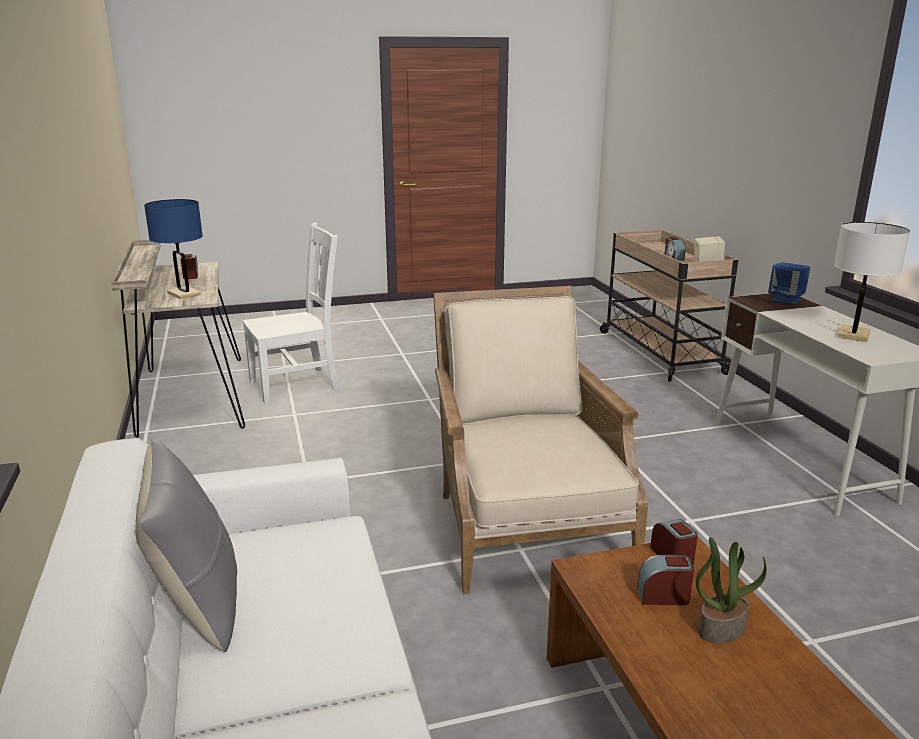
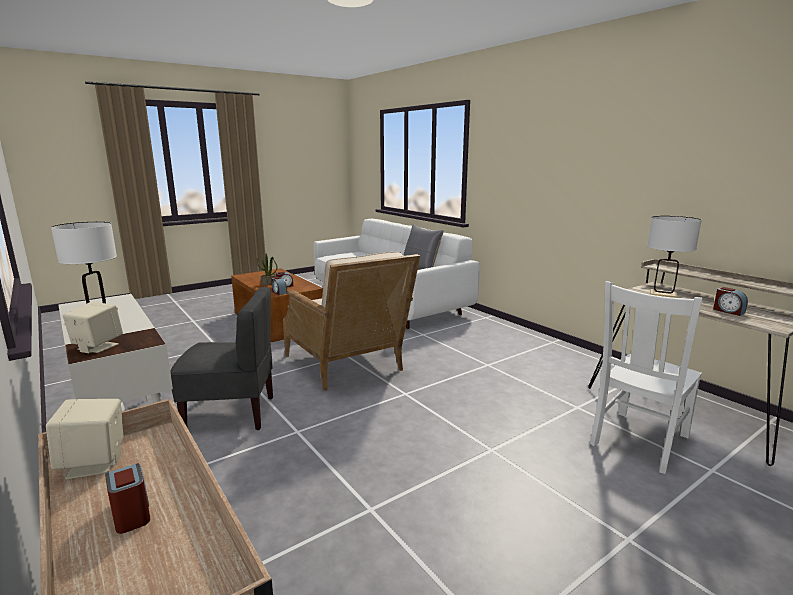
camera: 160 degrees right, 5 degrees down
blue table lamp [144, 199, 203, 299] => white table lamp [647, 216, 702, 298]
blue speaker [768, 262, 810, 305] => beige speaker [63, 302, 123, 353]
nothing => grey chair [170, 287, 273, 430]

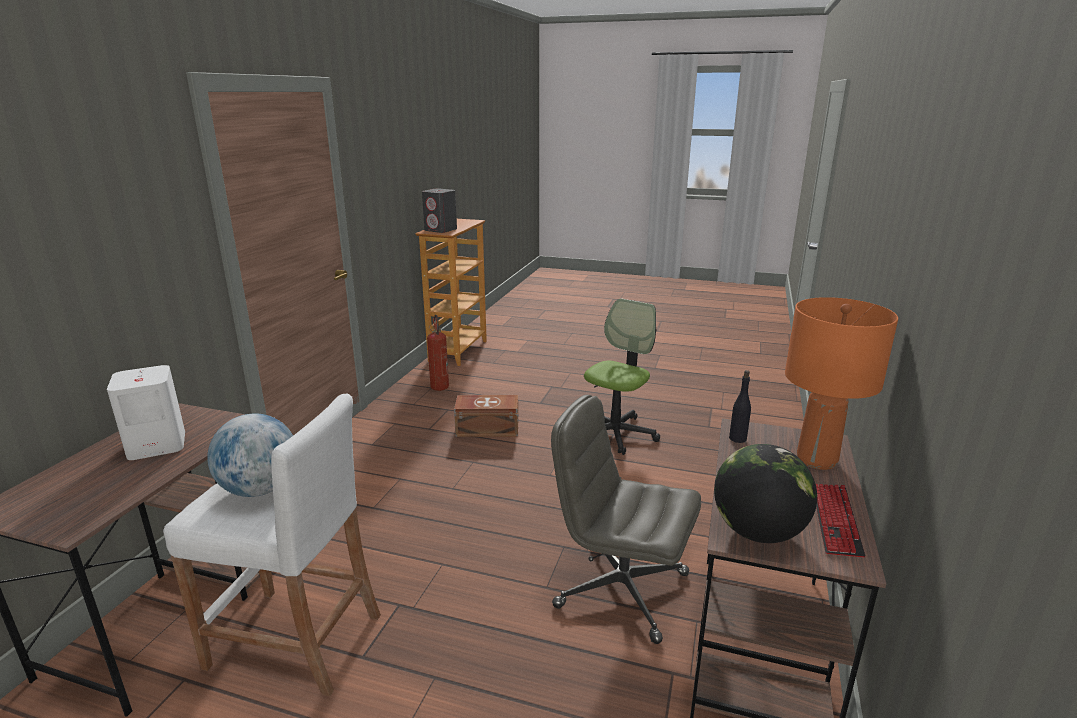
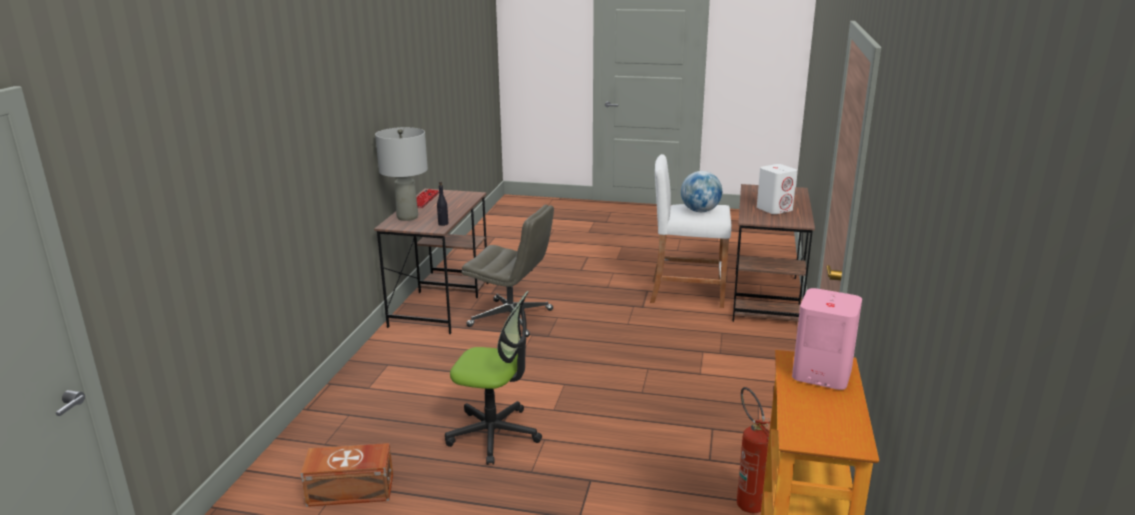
camera: 175 degrees right, 0 degrees up
grey speaker [422, 188, 457, 233] => pink speaker [792, 288, 862, 390]
brown storage box [454, 395, 519, 437] => brown storage box [301, 443, 393, 507], shifted
office chair [584, 298, 660, 455] => office chair [445, 291, 542, 465], 105 degrees counterclockwise
globe [714, 444, 817, 543] => nothing
orange table lamp [785, 297, 898, 470] => grey table lamp [375, 127, 428, 221]

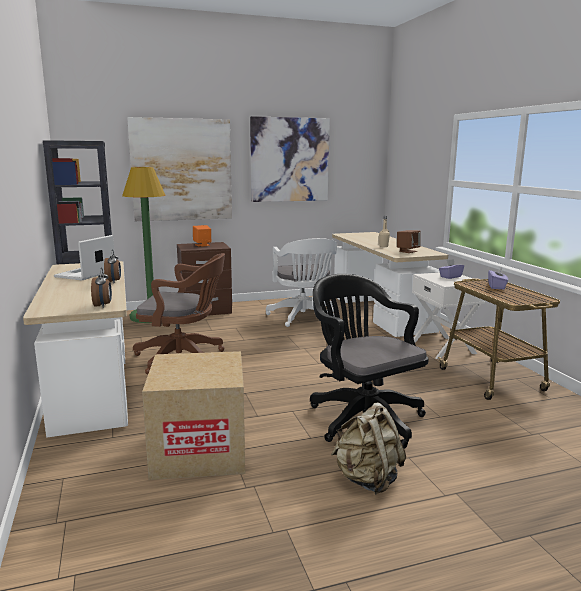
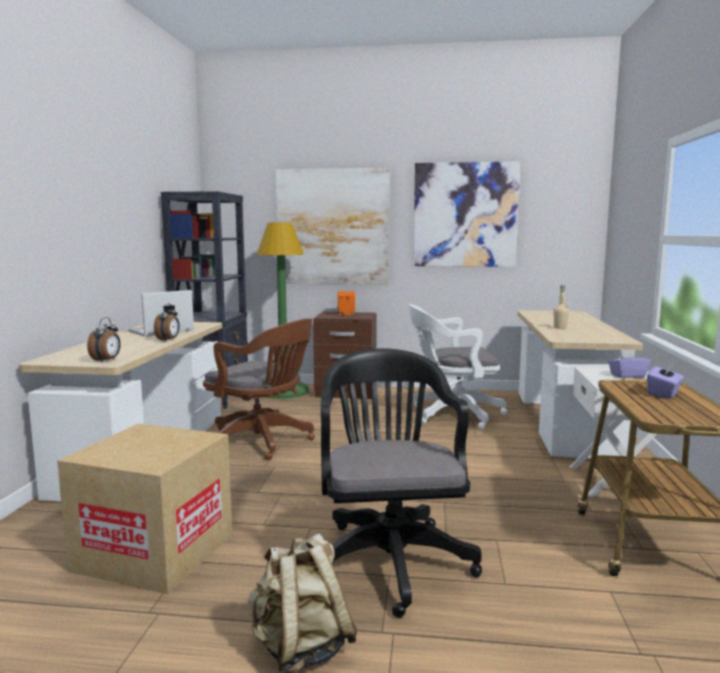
camera: 25 degrees right, 5 degrees down
white office chair [266, 238, 337, 327] => white office chair [409, 304, 507, 430], 75 degrees clockwise
brown speaker [397, 230, 421, 253] => nothing

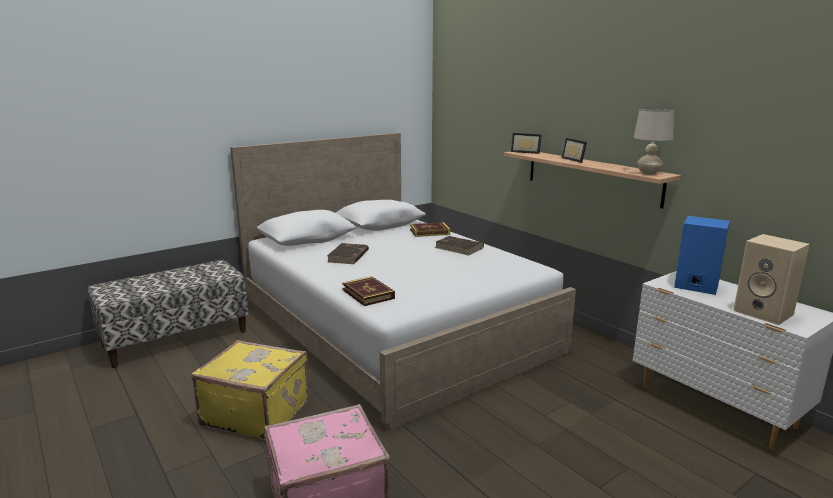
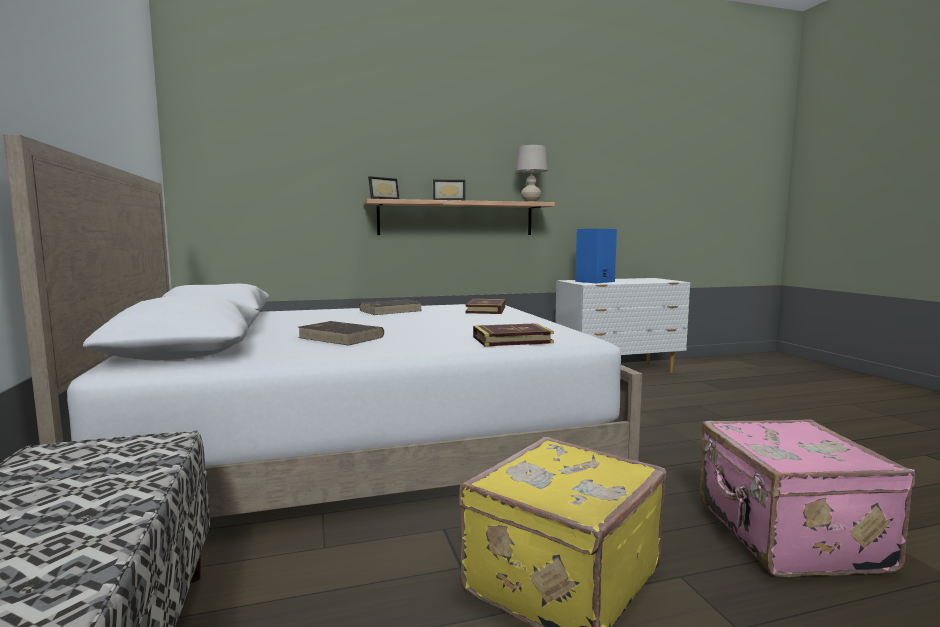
camera: 70 degrees left, 10 degrees down
book [410, 222, 450, 237] => book [465, 299, 505, 314], shifted
beige speaker [733, 234, 810, 325] => nothing

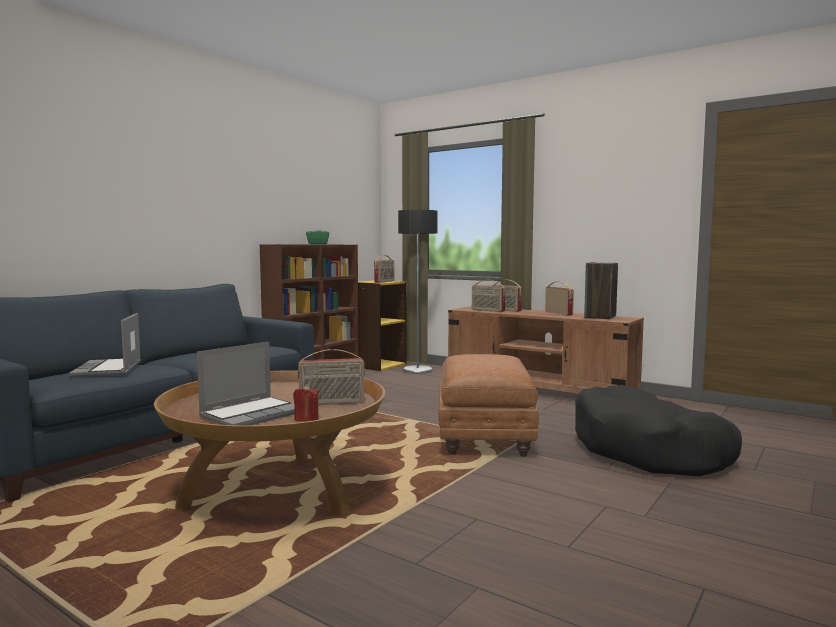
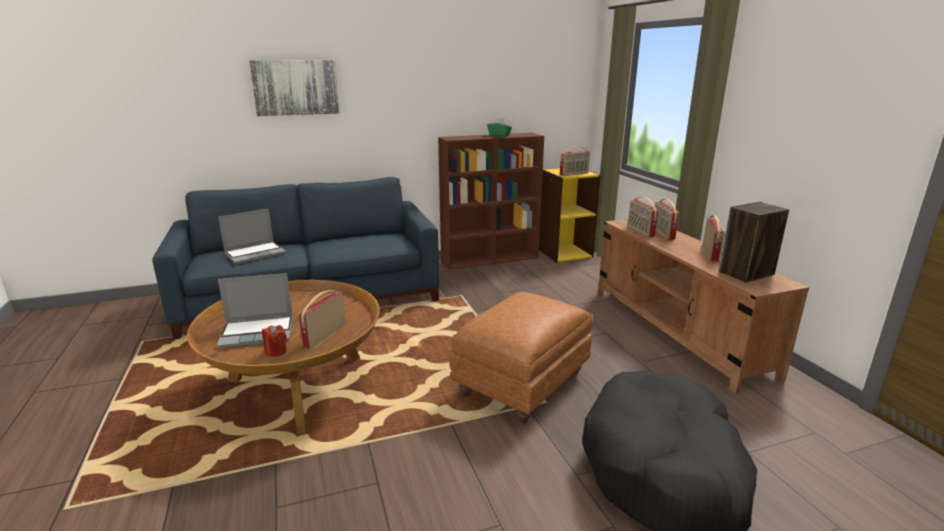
camera: 35 degrees right, 15 degrees up
laptop [69, 313, 141, 377] => laptop [218, 208, 286, 264], 150 degrees counterclockwise
radio [298, 349, 365, 405] => radio [298, 290, 346, 349], 90 degrees clockwise
floor lamp [398, 210, 437, 374] => nothing
nothing => picture [249, 60, 339, 116]

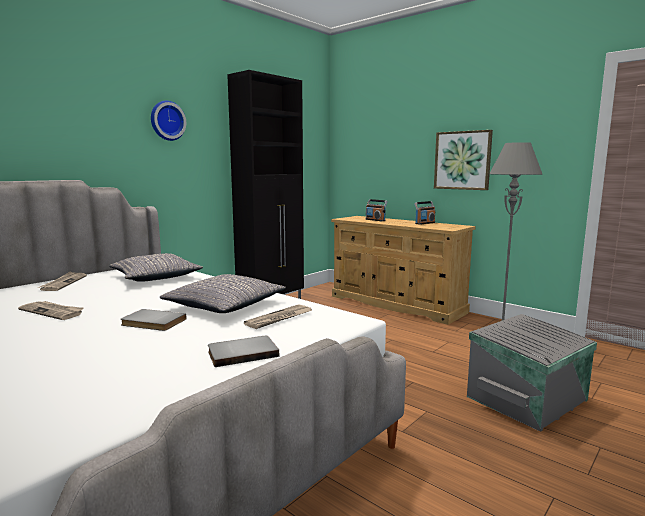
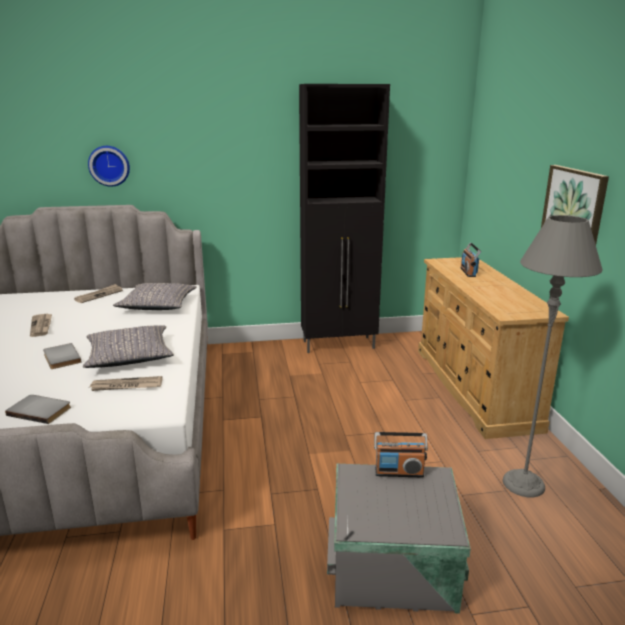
camera: 40 degrees right, 10 degrees up
wall clock [151, 101, 186, 141] => wall clock [88, 146, 130, 187], shifted
radio [414, 201, 435, 225] => radio [374, 432, 428, 477], shifted

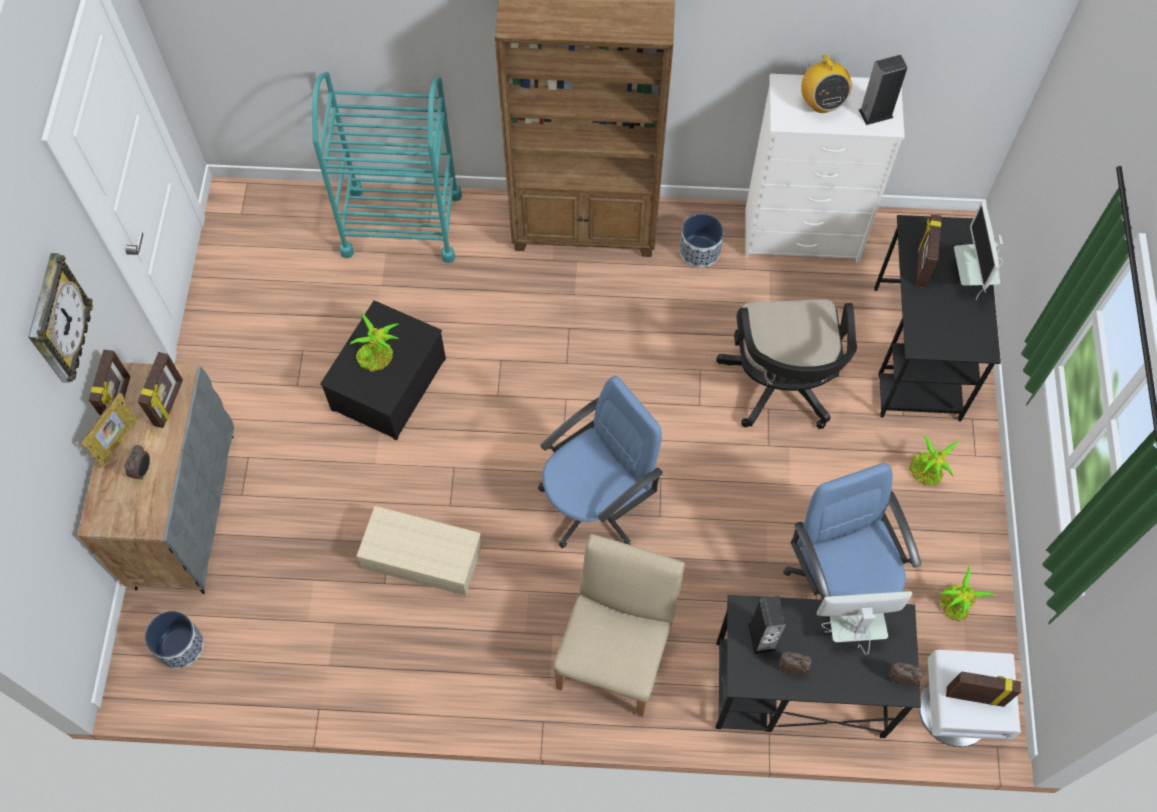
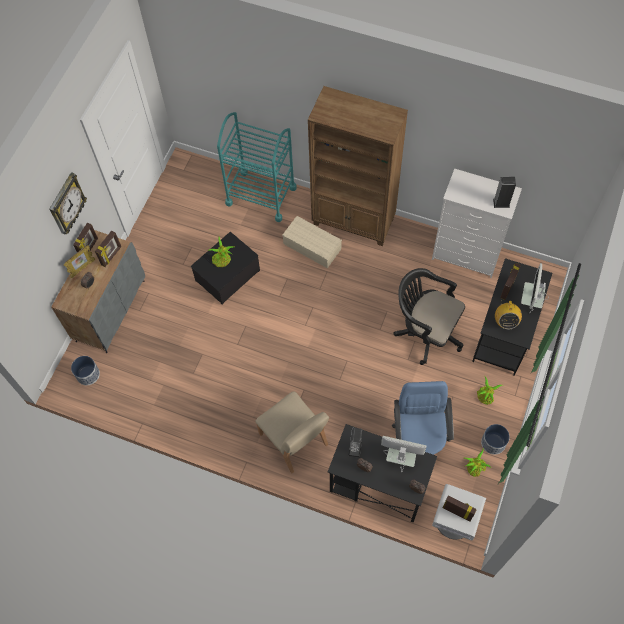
camera: 20 degrees right, 0 degrees up
beige storage box [356, 506, 482, 596] => beige storage box [282, 216, 342, 268], shifted
blue office chair [538, 376, 663, 548] => nothing
beige chair [553, 534, 685, 717] => beige chair [255, 391, 329, 473], 105 degrees clockwise
planter [680, 214, 724, 268] => planter [481, 424, 510, 455], shifted
black office chair [716, 299, 857, 429] => black office chair [393, 268, 465, 365], 105 degrees clockwise
radio [801, 55, 852, 113] => radio [495, 301, 522, 329], shifted

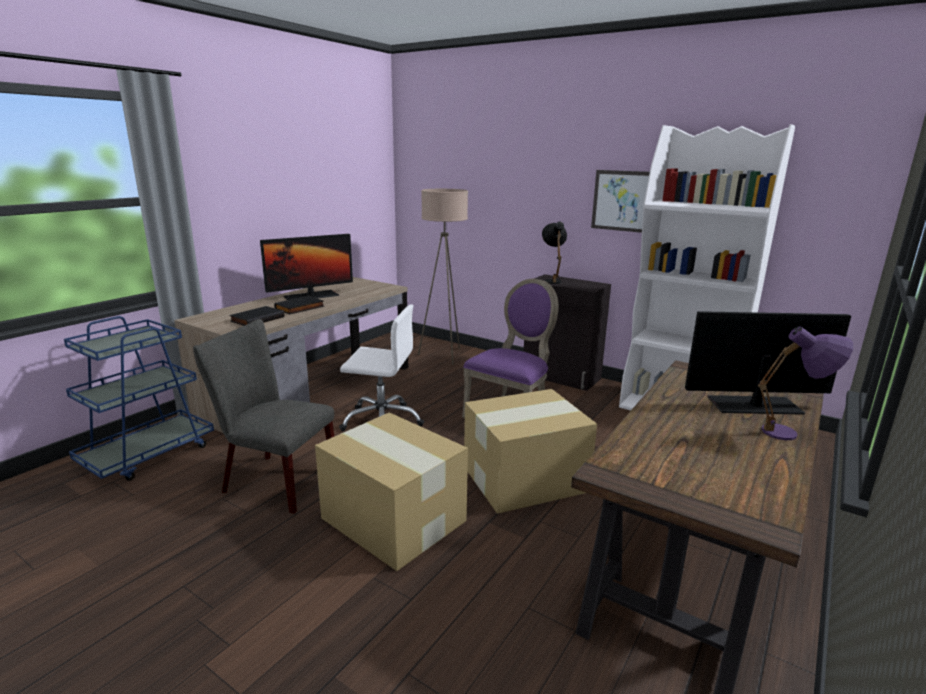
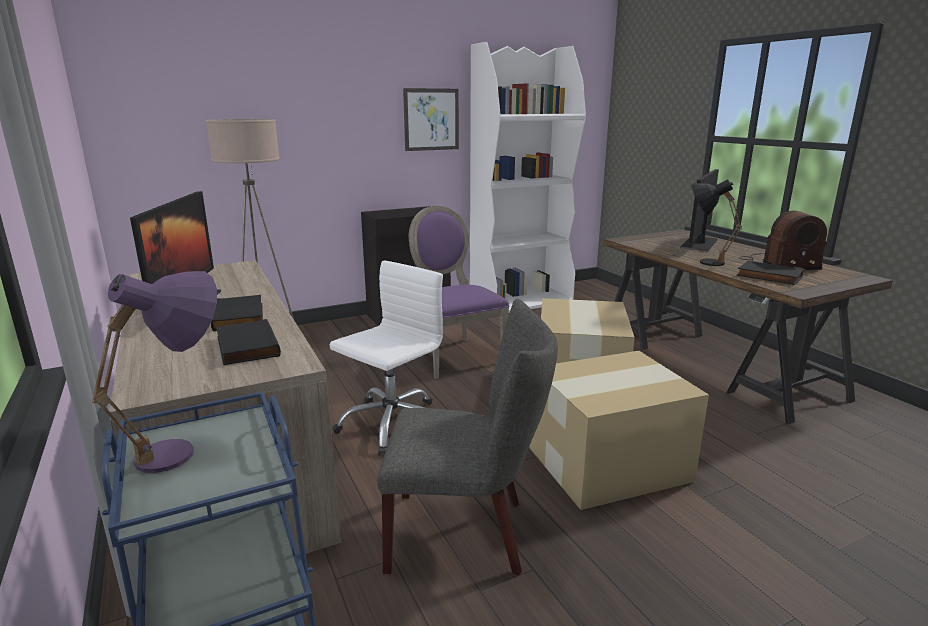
camera: 60 degrees left, 0 degrees up
grey chair [193, 319, 334, 514] => grey chair [377, 299, 558, 576], 135 degrees counterclockwise
black table lamp [542, 222, 567, 284] => black table lamp [691, 179, 742, 266], shifted
purple table lamp [758, 326, 853, 440] => purple table lamp [92, 271, 217, 473], shifted
nothing => black book [737, 261, 804, 285]
nothing => radio [739, 211, 827, 270]

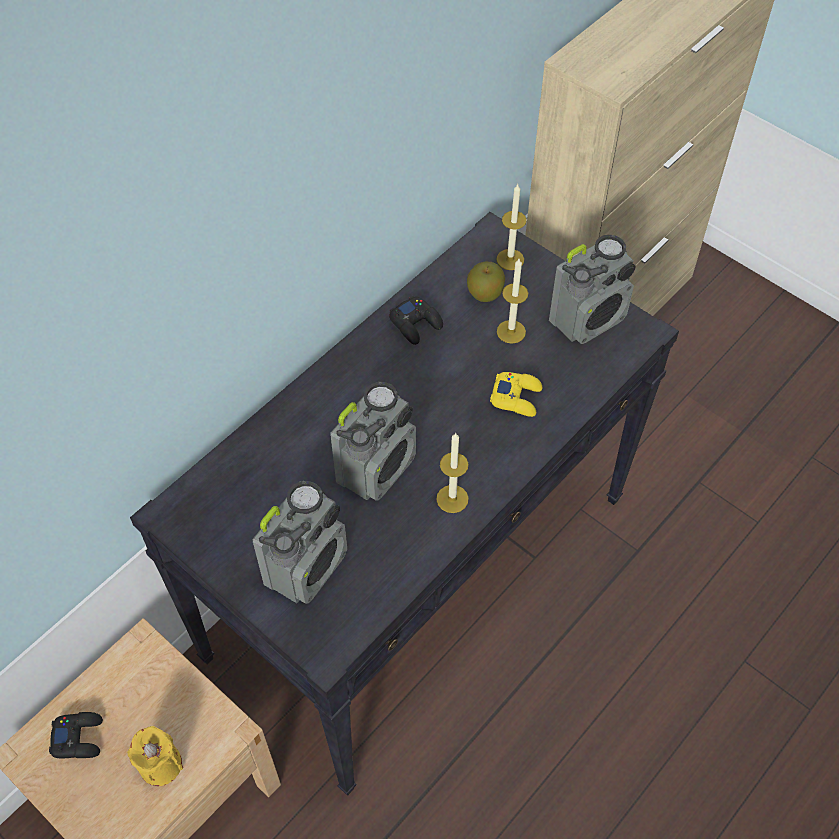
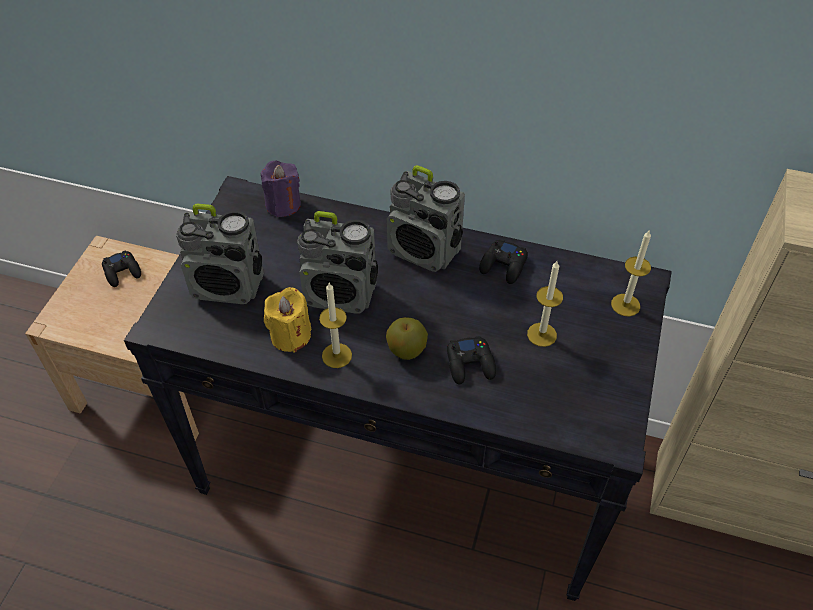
camera: 65 degrees right, 5 degrees down
yellow candle [127, 726, 183, 786] => yellow candle [264, 287, 311, 353], shifted
apple [467, 262, 505, 302] => apple [386, 317, 428, 360], shifted
yellow game controller [490, 372, 543, 417] => black game controller [447, 336, 496, 384]
radio [549, 235, 636, 344] => radio [387, 165, 465, 272], shifted
nothing => purple candle [261, 161, 301, 217]

